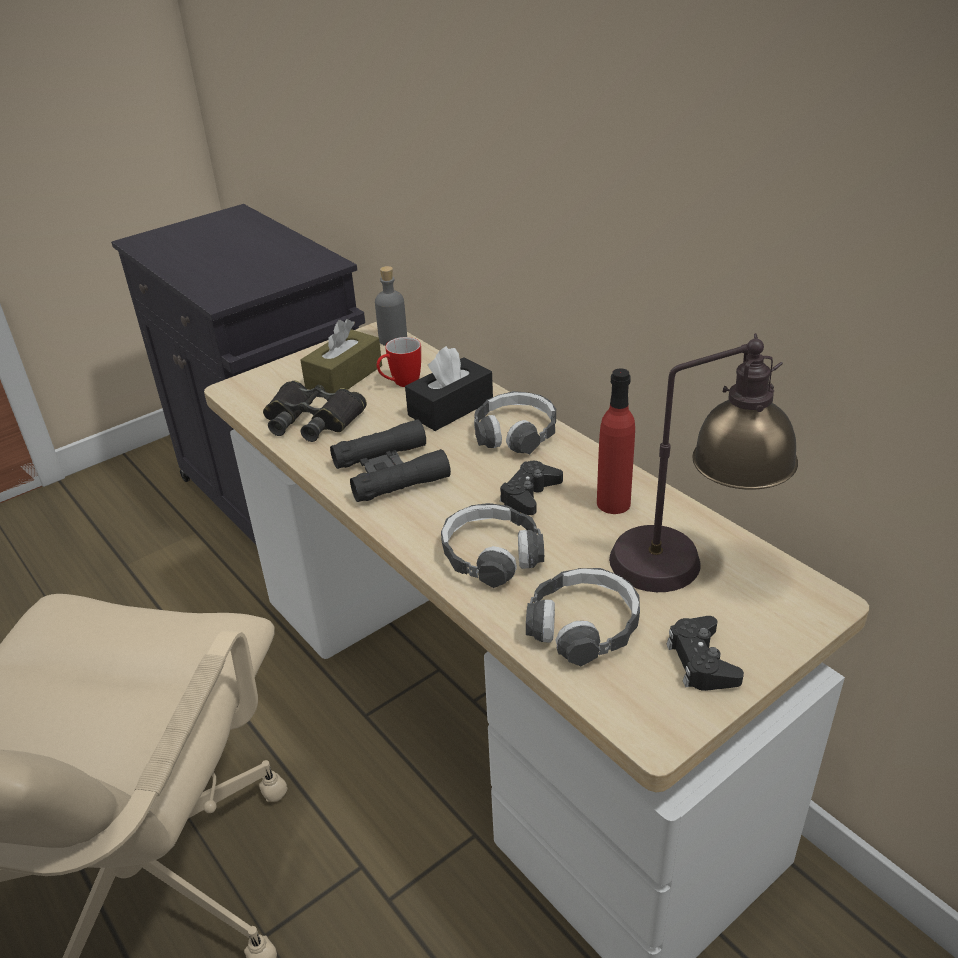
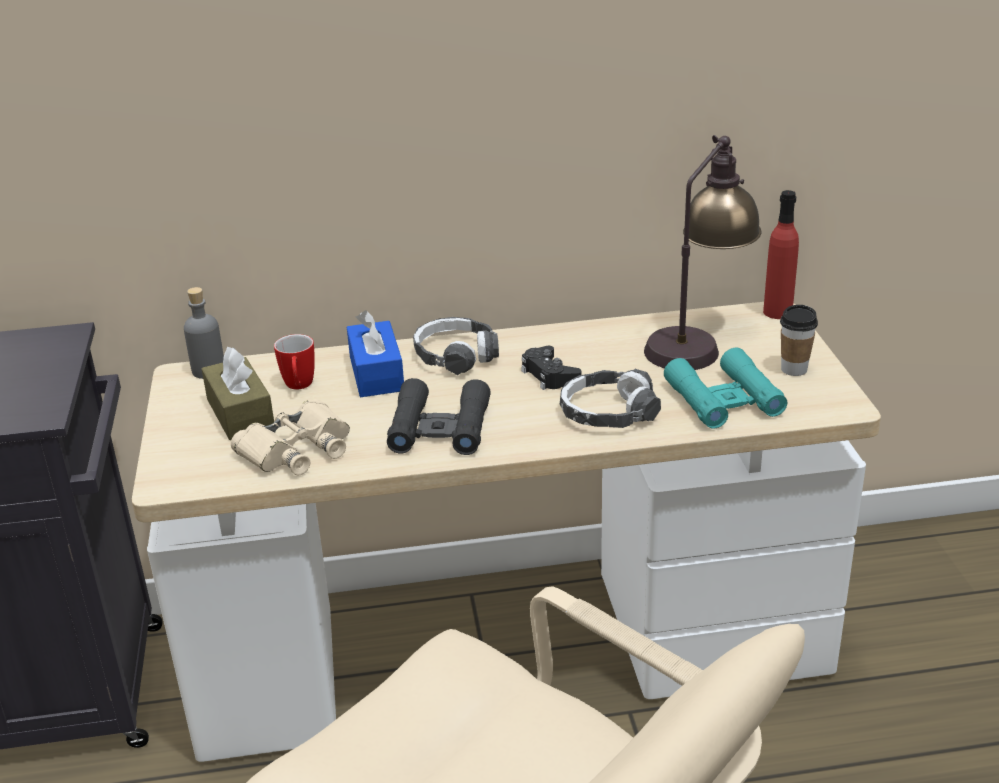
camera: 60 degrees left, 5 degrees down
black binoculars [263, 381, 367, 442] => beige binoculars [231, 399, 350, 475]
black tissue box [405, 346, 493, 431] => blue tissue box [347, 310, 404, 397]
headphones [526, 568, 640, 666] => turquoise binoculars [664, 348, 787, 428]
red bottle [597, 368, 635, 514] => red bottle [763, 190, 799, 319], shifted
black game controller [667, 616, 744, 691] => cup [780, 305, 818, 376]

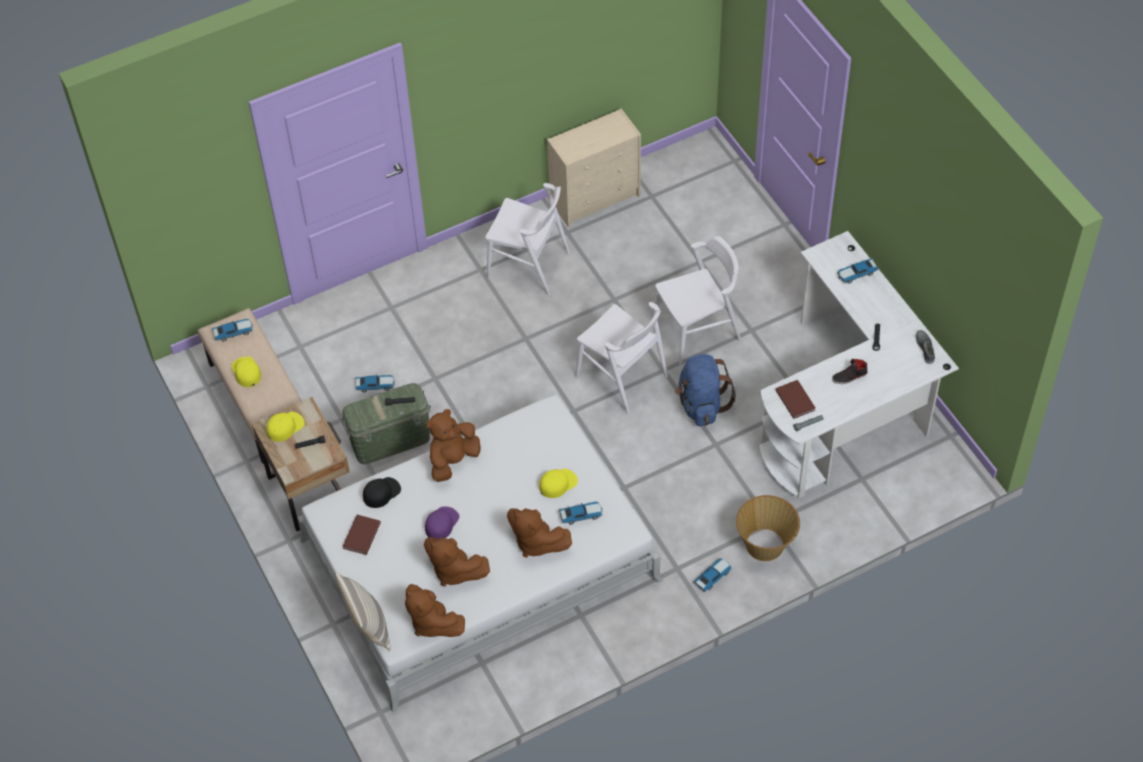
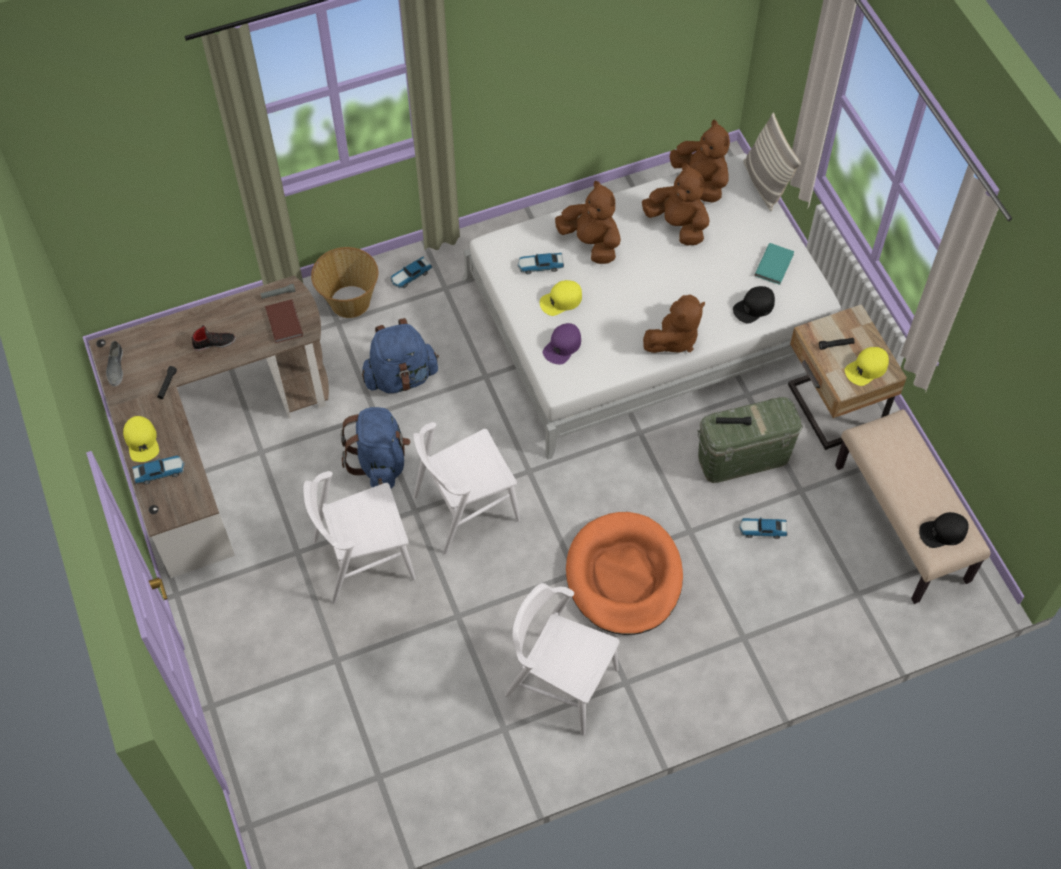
camera: 175 degrees left, 5 degrees up
toy car [212, 319, 253, 341] => black cap [919, 512, 968, 548]
yellow cap [231, 357, 261, 387] => yellow cap [123, 416, 159, 462], shifted
brown book [343, 515, 381, 555] => turquoise book [755, 243, 795, 285]
purple cap [425, 507, 460, 539] => purple cap [543, 323, 581, 364], shifted
beige dresser [547, 109, 641, 228] => nothing
white chair [576, 302, 668, 414] => white chair [413, 422, 520, 554], 75 degrees counterclockwise
white desk [759, 231, 959, 499] => brown desk [88, 276, 329, 578]
nothing => blue backpack [362, 318, 439, 393]
nothing => orange dog bed [566, 512, 683, 635]

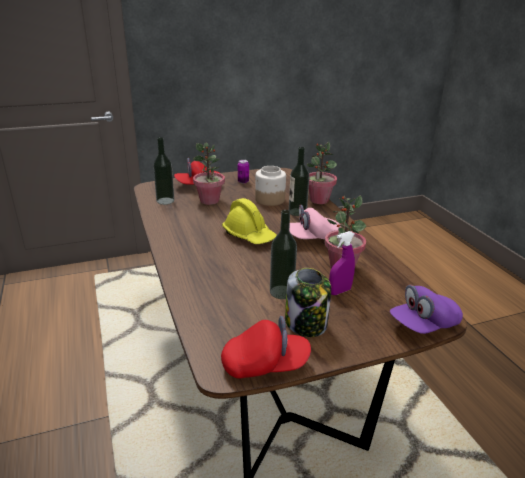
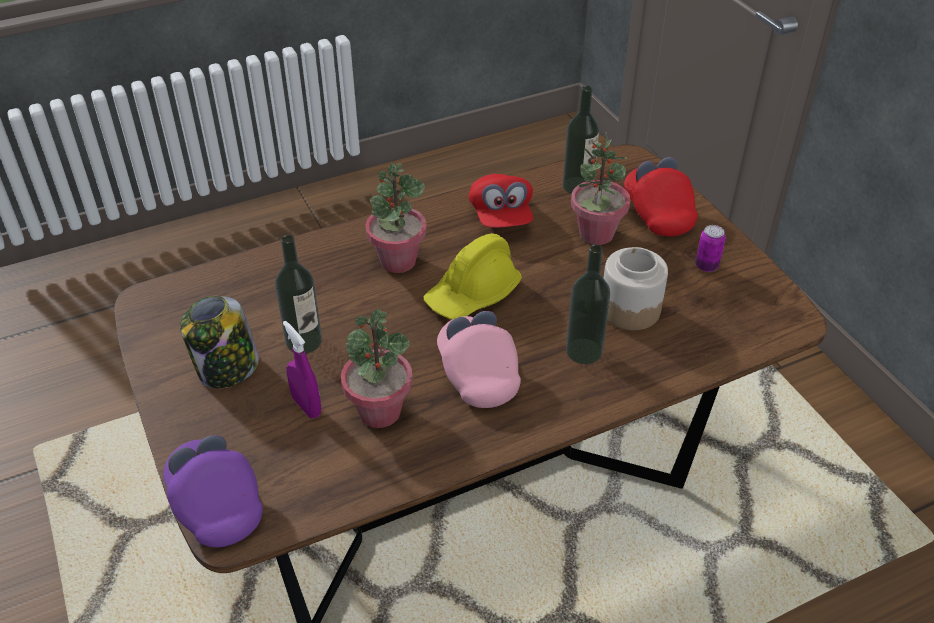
camera: 85 degrees right, 15 degrees up
red cap [221, 316, 311, 379] => red cap [469, 174, 533, 228], shifted
potted plant [307, 142, 337, 204] => potted plant [365, 163, 427, 273], shifted

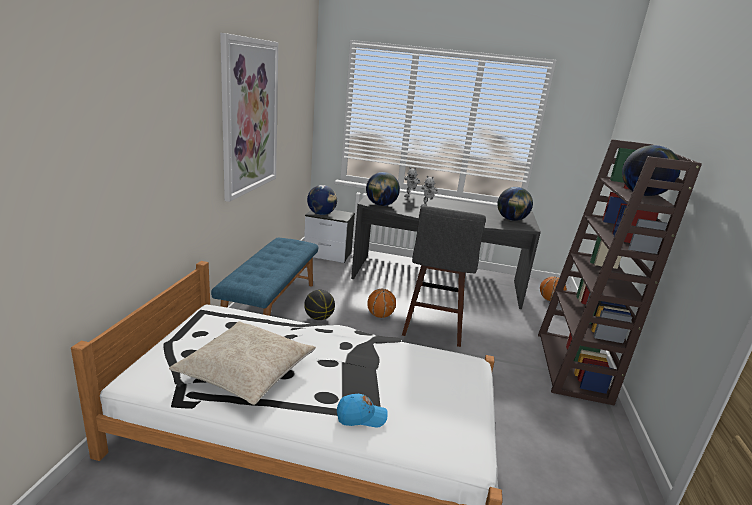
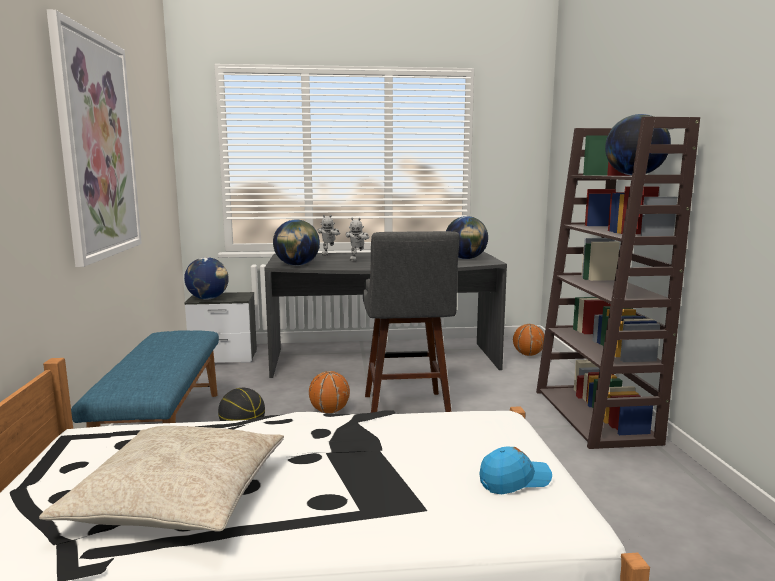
camera: 15 degrees left, 10 degrees down
blue cap [337, 394, 388, 428] => blue cap [479, 447, 552, 494], shifted

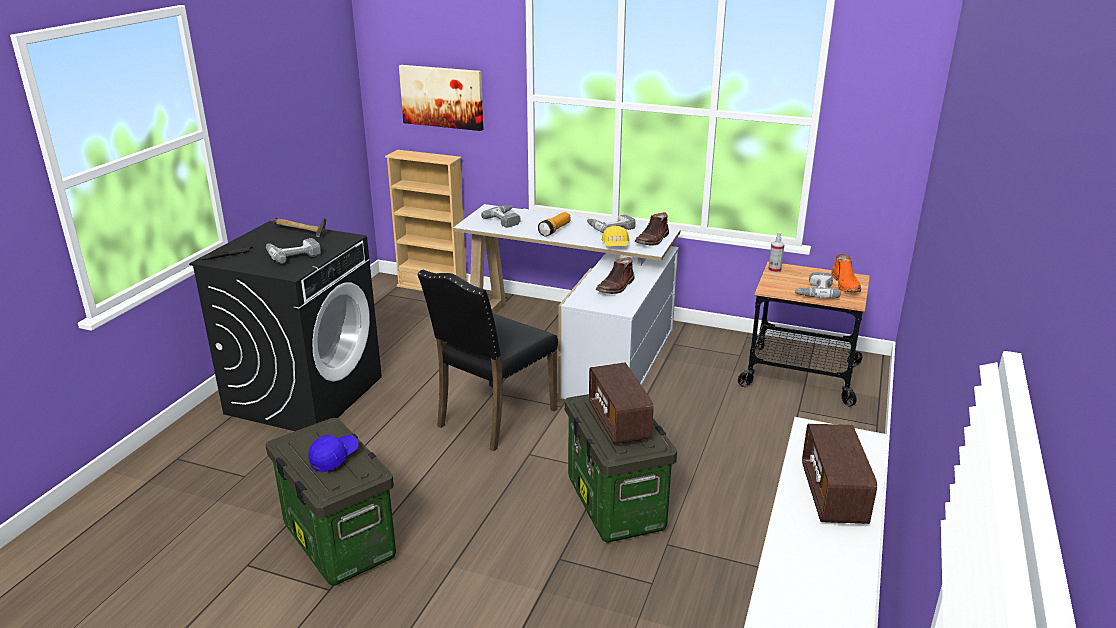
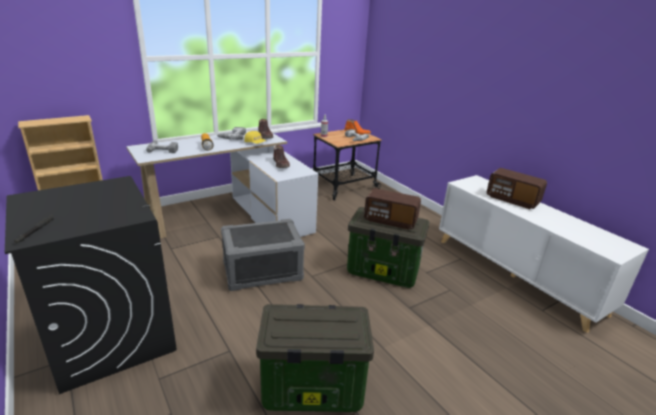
camera: 55 degrees left, 0 degrees up
power drill [266, 238, 321, 264] => nothing
hammer [273, 218, 327, 238] => nothing
blue cap [308, 435, 359, 472] => nothing
picture [399, 65, 484, 131] => nothing
black chair [417, 270, 558, 451] => grey storage box [221, 219, 305, 291]

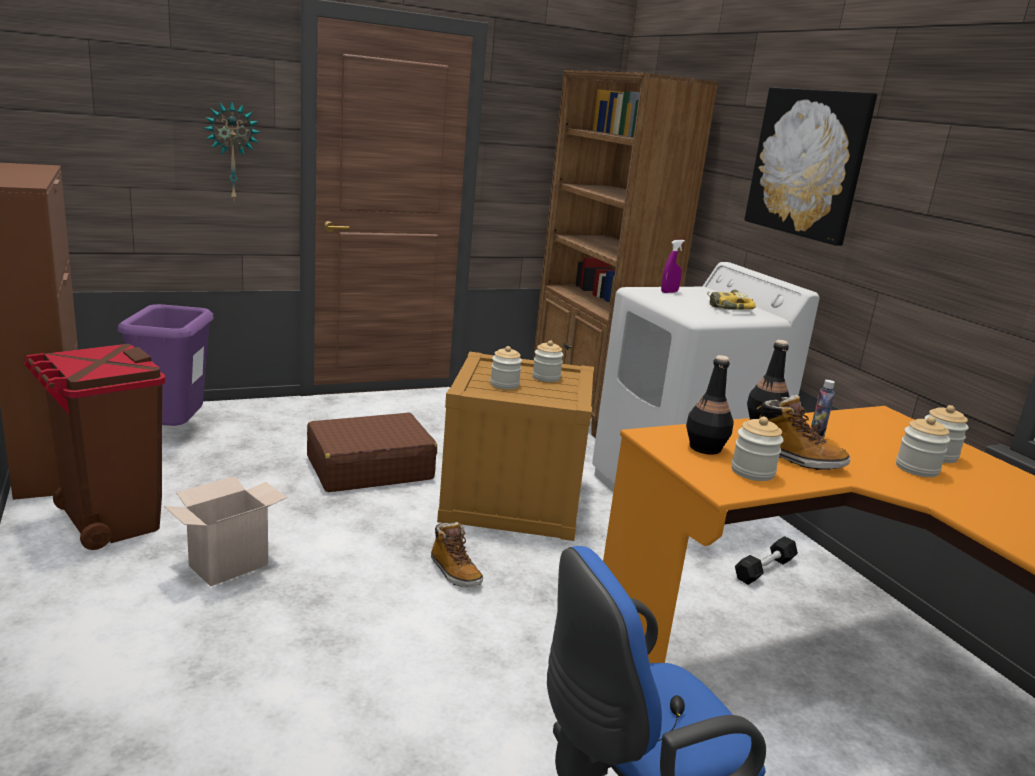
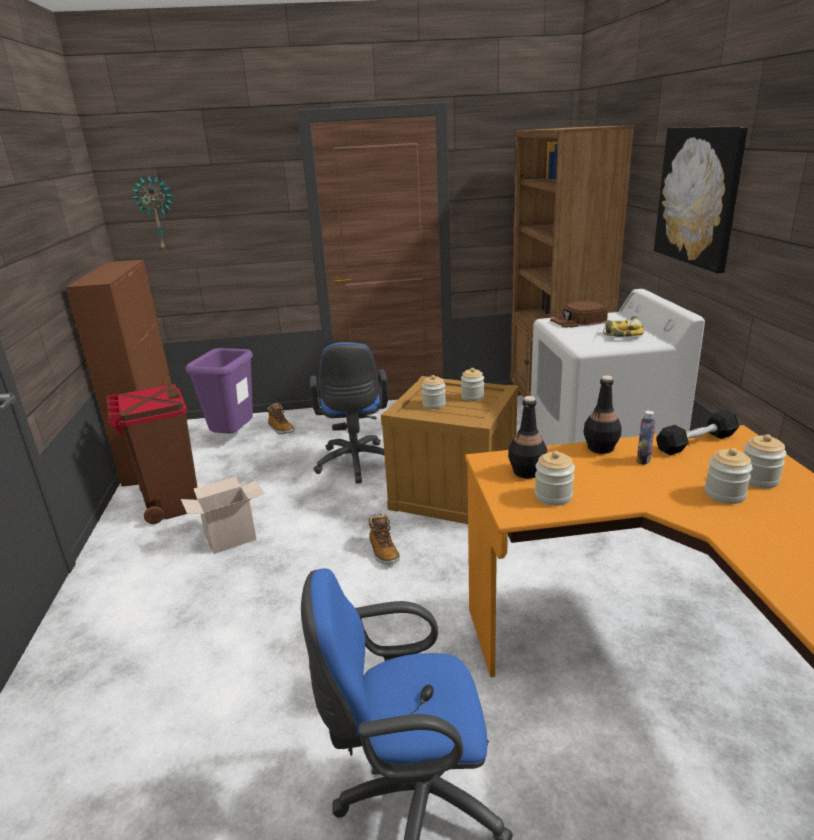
camera: 20 degrees right, 5 degrees up
wall clock [204, 102, 260, 200] => wall clock [132, 175, 174, 250], shifted
brown suitcase [307, 412, 437, 492] => blue office chair [310, 342, 388, 484]
purple spray bottle [661, 240, 685, 293] => brown cap [550, 301, 608, 328]
black dumbbell [735, 536, 798, 585] => black dumbbell [656, 410, 739, 455], shifted
boot [757, 395, 851, 470] => boot [267, 403, 295, 434], shifted

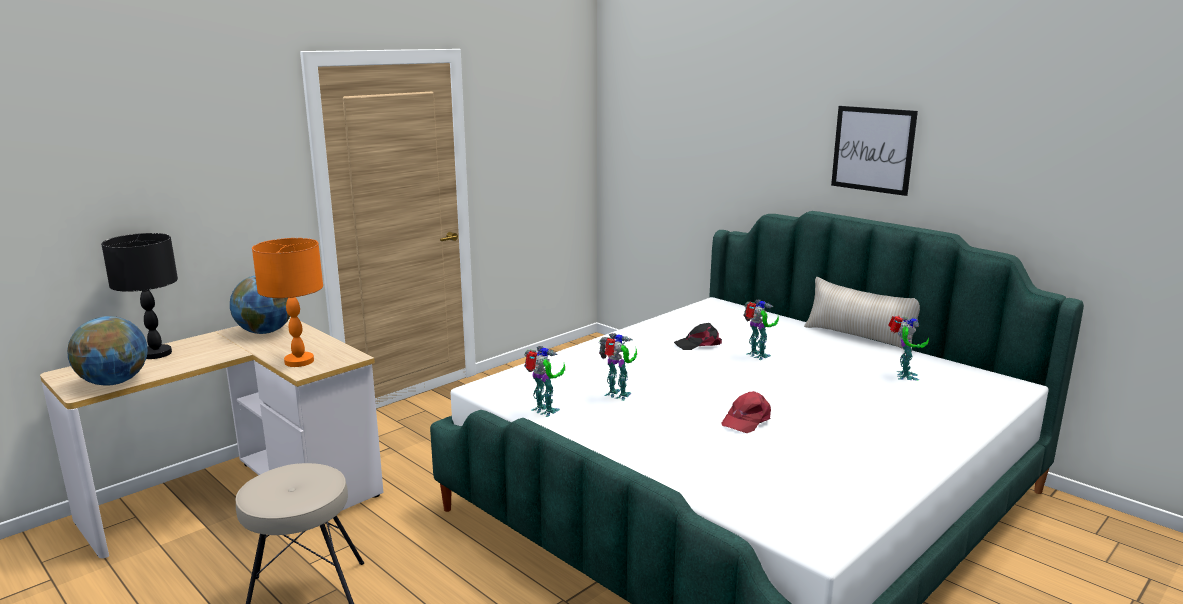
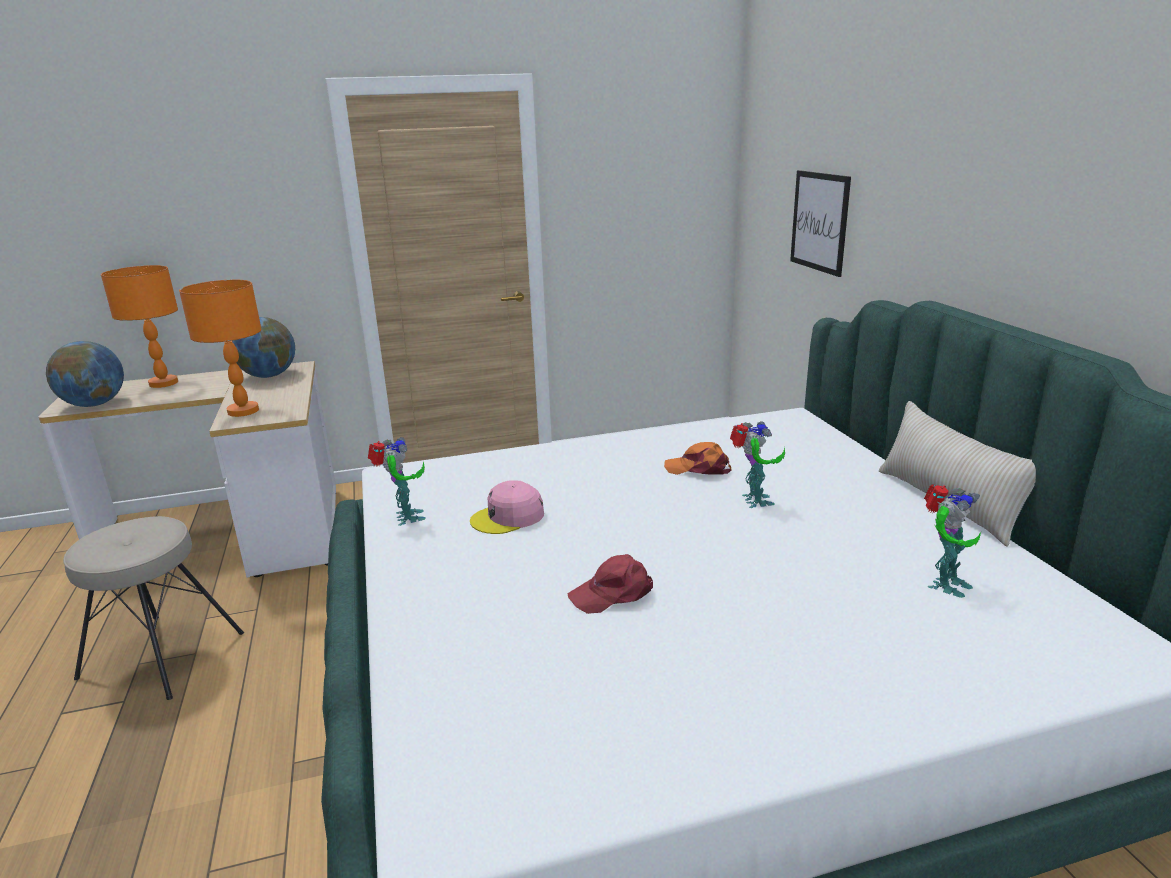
camera: 30 degrees right, 5 degrees up
black table lamp [101, 233, 178, 359] => orange table lamp [101, 265, 178, 388]
toy robot [599, 333, 637, 401] => pink cap [470, 480, 544, 534]
black cap [674, 323, 722, 350] => orange cap [664, 442, 731, 475]
picture [831, 106, 918, 196] => picture [790, 170, 851, 277], shifted

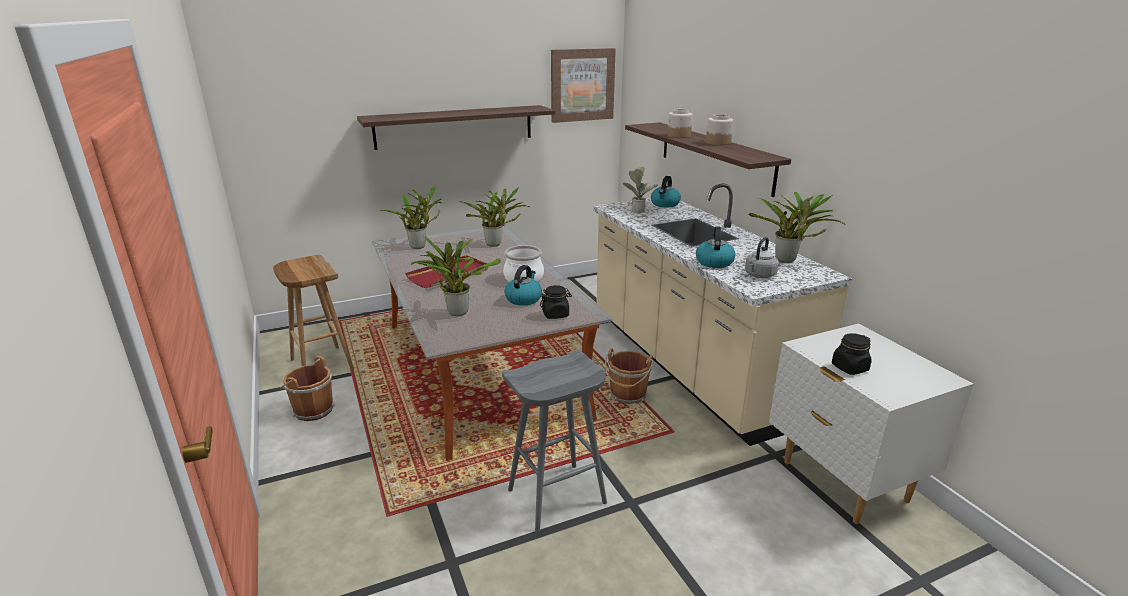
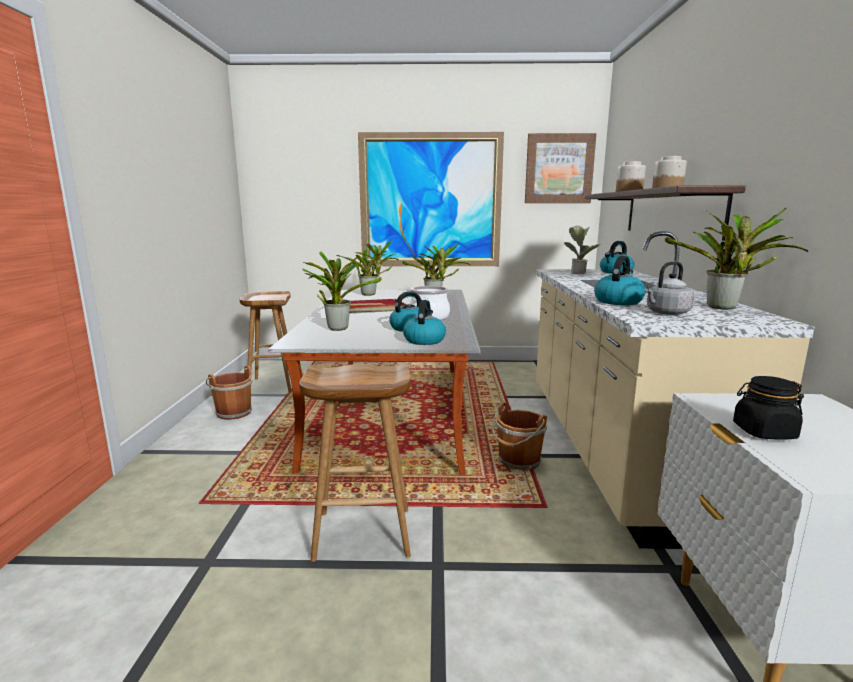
camera: 25 degrees right, 10 degrees down
shelf [357, 105, 555, 150] => picture [358, 132, 504, 266]
grey stool [502, 350, 607, 532] => brown stool [299, 363, 411, 562]
black jar [540, 285, 572, 319] => kettle [403, 300, 446, 345]

